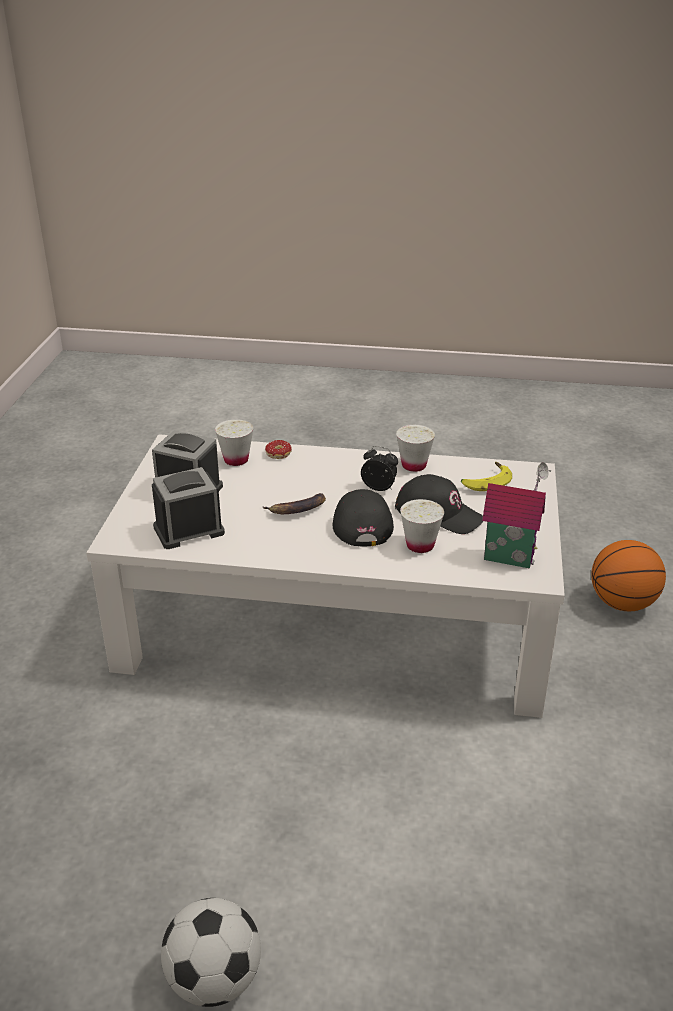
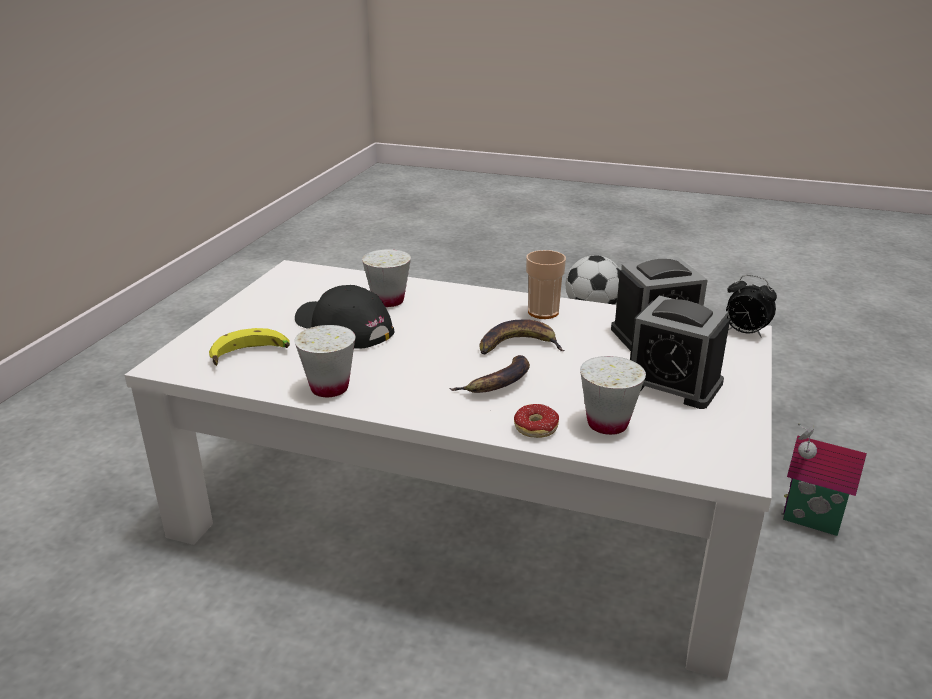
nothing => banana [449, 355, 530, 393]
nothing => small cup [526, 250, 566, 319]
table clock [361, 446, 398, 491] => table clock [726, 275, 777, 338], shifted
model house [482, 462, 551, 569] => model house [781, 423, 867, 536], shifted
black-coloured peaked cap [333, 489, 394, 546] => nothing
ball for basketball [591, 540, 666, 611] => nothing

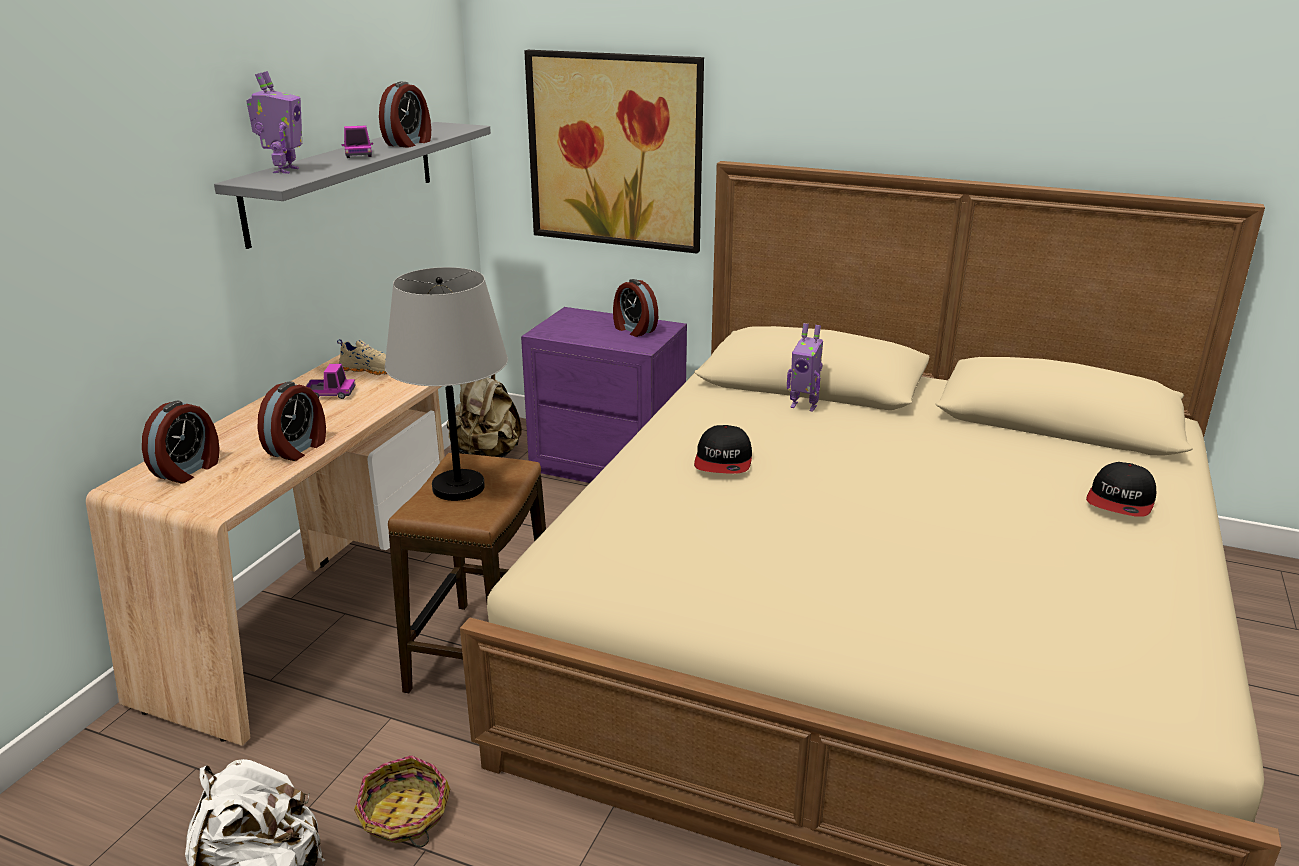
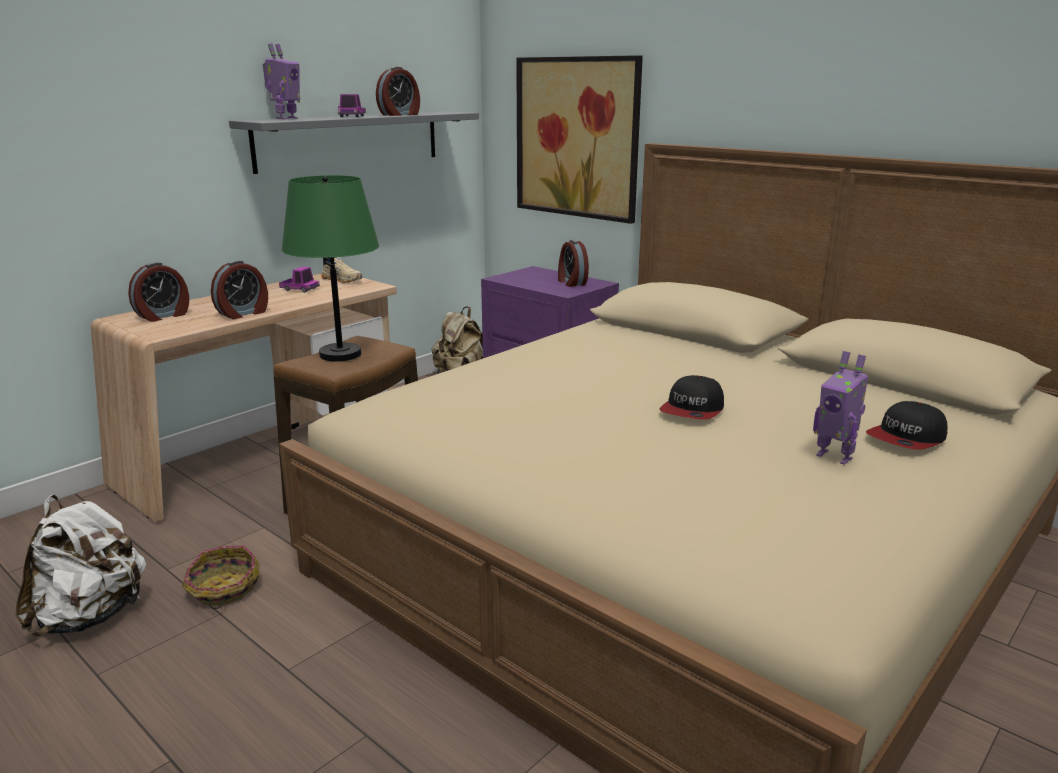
gray lamp for a table [385, 267, 508, 501] => greenish lamp for a table [282, 175, 379, 362]
peaked cap [694, 425, 752, 473] => peaked cap [659, 375, 724, 419], shifted
toy robot [787, 323, 823, 412] => toy robot [813, 351, 868, 465], shifted

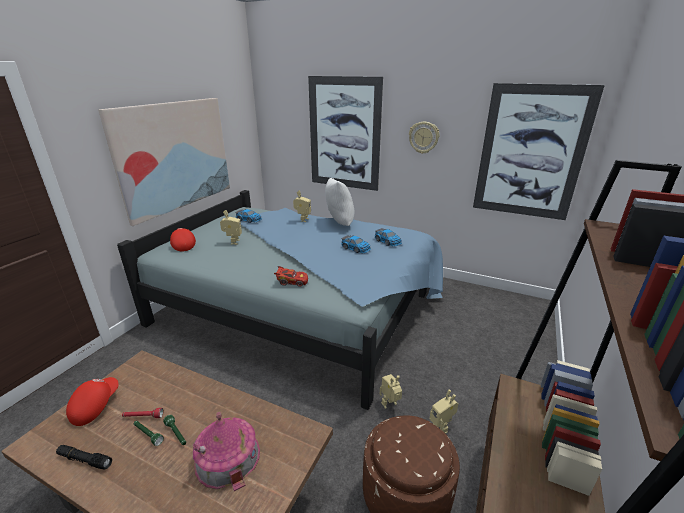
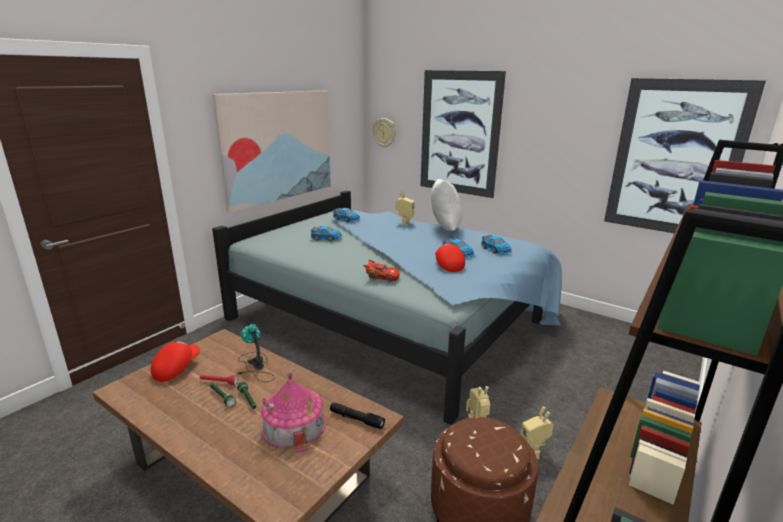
nothing => lamp for a table [238, 324, 275, 382]
toy robot [220, 210, 242, 245] => miniature car [310, 226, 342, 241]
black-coloured hand torch [56, 445, 112, 469] => black-coloured hand torch [330, 402, 385, 429], shifted
clock on the wall [409, 122, 439, 154] => clock on the wall [373, 118, 396, 148], shifted
reddish peaked cap [170, 228, 196, 252] => reddish peaked cap [435, 243, 465, 272], shifted

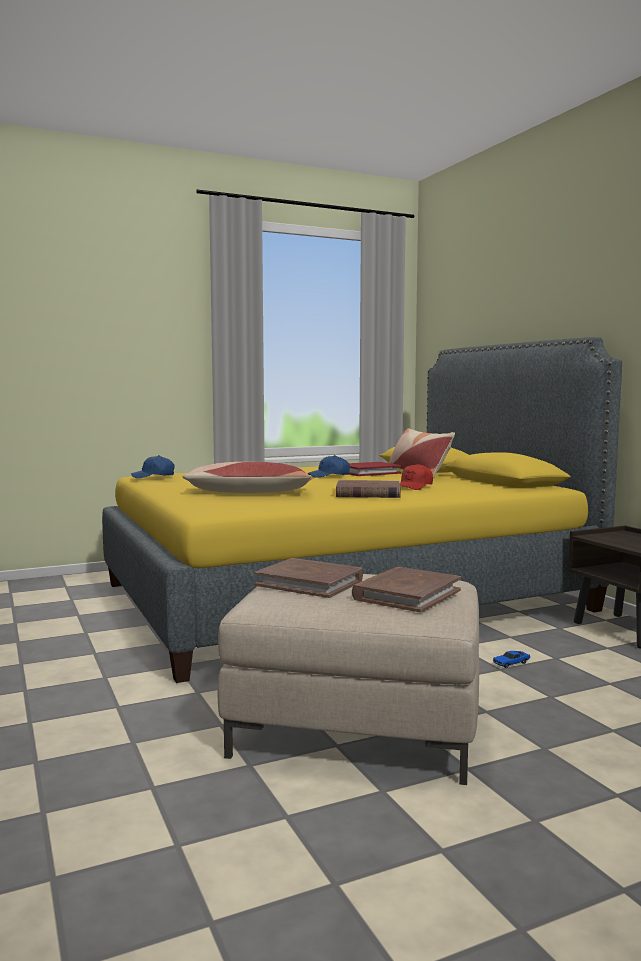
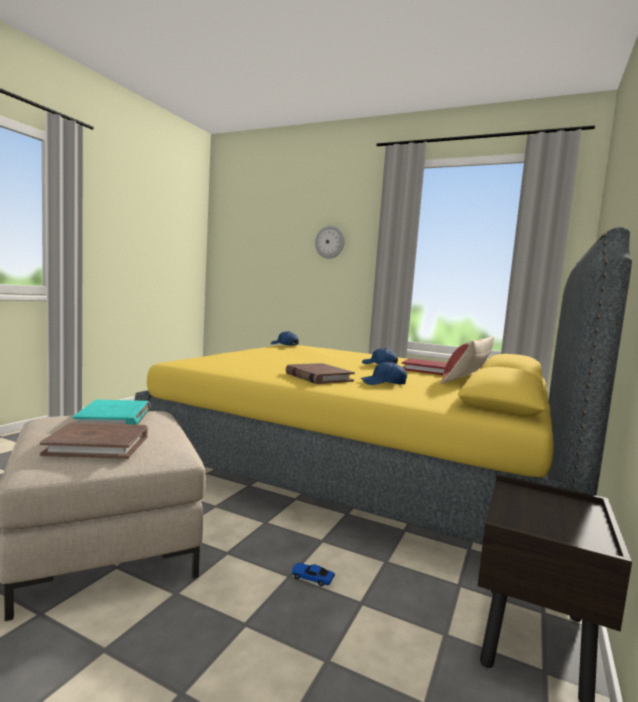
brown bound book [255, 558, 363, 598] => blue-green bound book [73, 399, 151, 425]
nothing => clock on the wall [315, 226, 345, 259]
reddish peaked cap [400, 464, 433, 490] => blue peaked cap [361, 361, 407, 385]
throw pillow [183, 462, 312, 493] => nothing

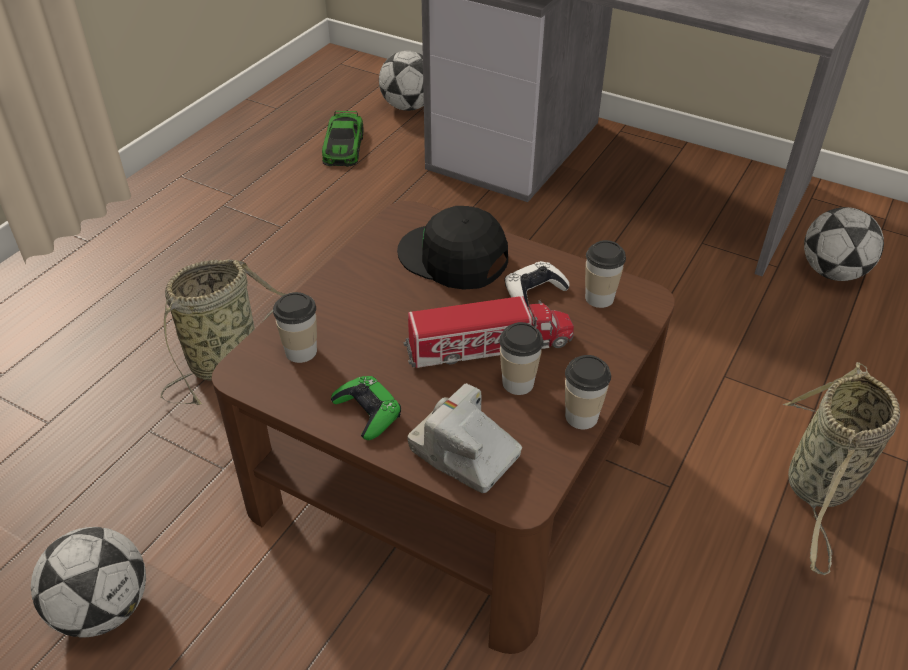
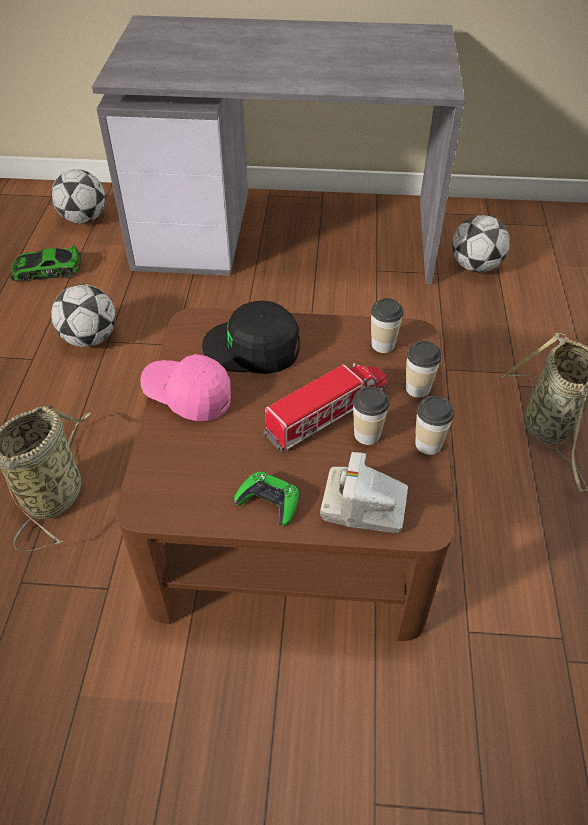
miniature car [322, 110, 364, 167] => miniature car [10, 246, 81, 282], 105 degrees clockwise
ball for football [31, 527, 146, 637] => ball for football [51, 284, 116, 347], shifted
nothing => pink-coloured peaked cap [140, 354, 231, 421]
small cup [273, 292, 317, 363] => small cup [406, 341, 442, 398], shifted
white-coloured gamepad [504, 261, 570, 307] => nothing

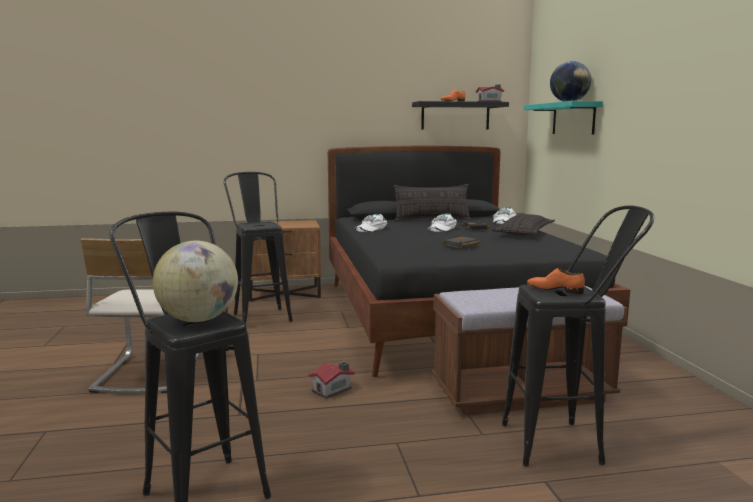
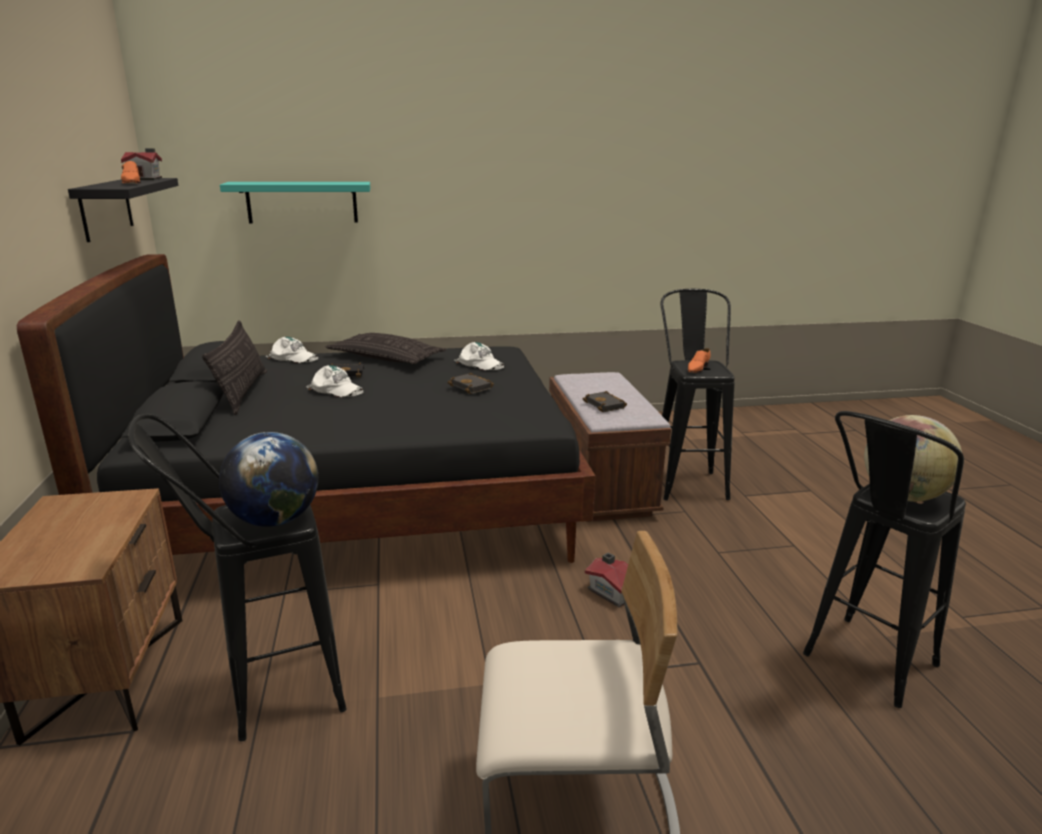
globe [550, 61, 591, 101] => globe [219, 432, 318, 527], shifted
white-coloured peaked cap [355, 214, 387, 232] => white-coloured peaked cap [454, 342, 504, 371], shifted
nothing => black-coloured bound book [583, 391, 627, 412]

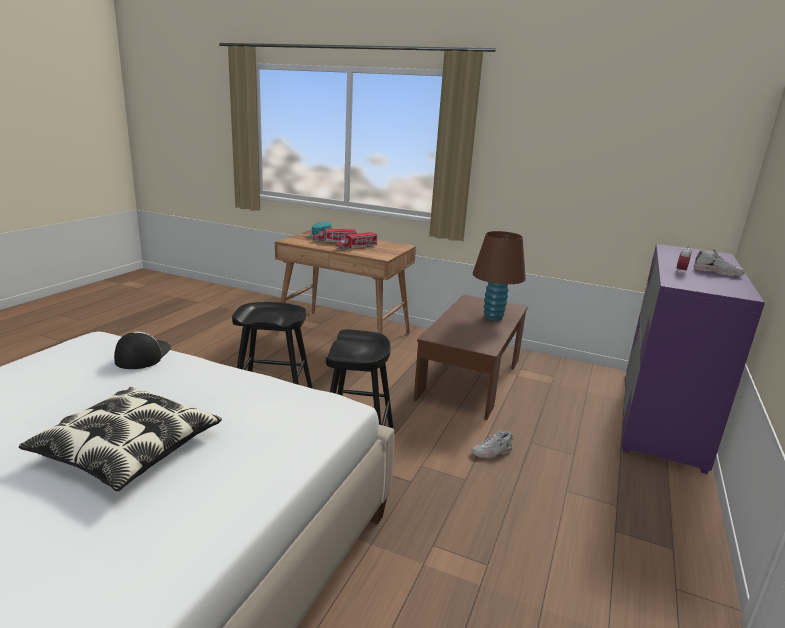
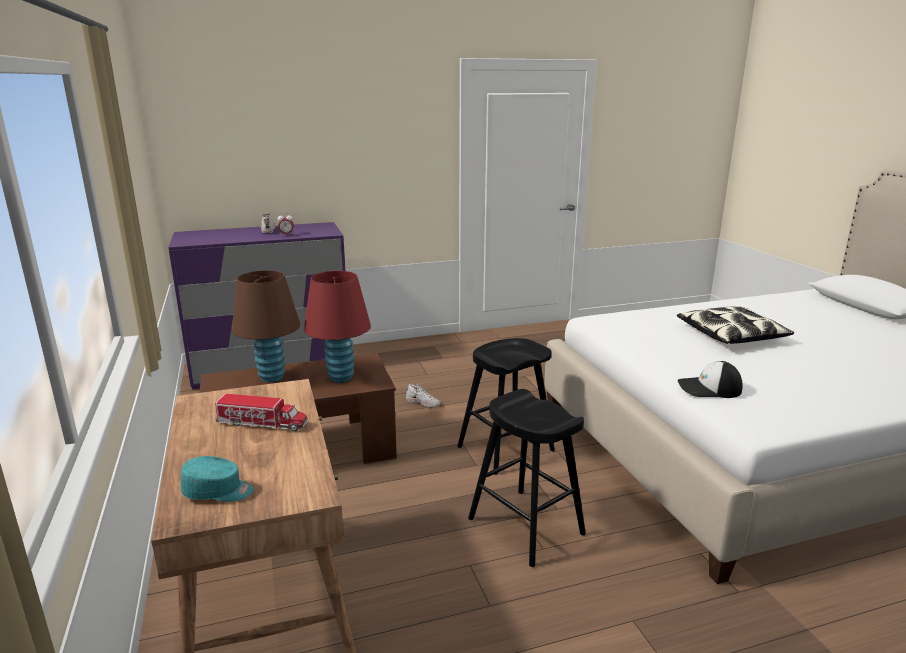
nothing => reddish lamp for a table [304, 271, 371, 383]
peaked cap [114, 332, 171, 369] => peaked cap [678, 361, 743, 398], 45 degrees clockwise
toy lorry [313, 228, 357, 243] => nothing

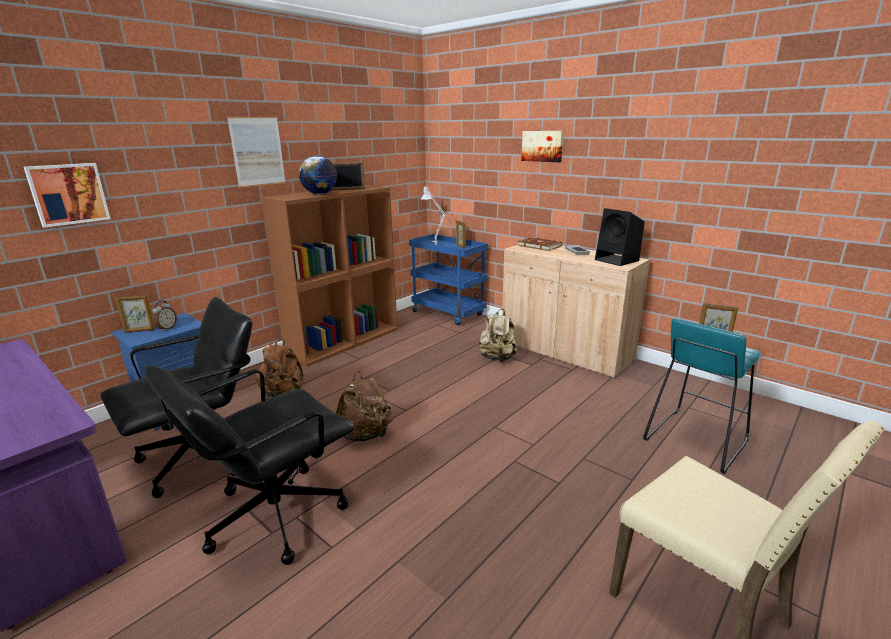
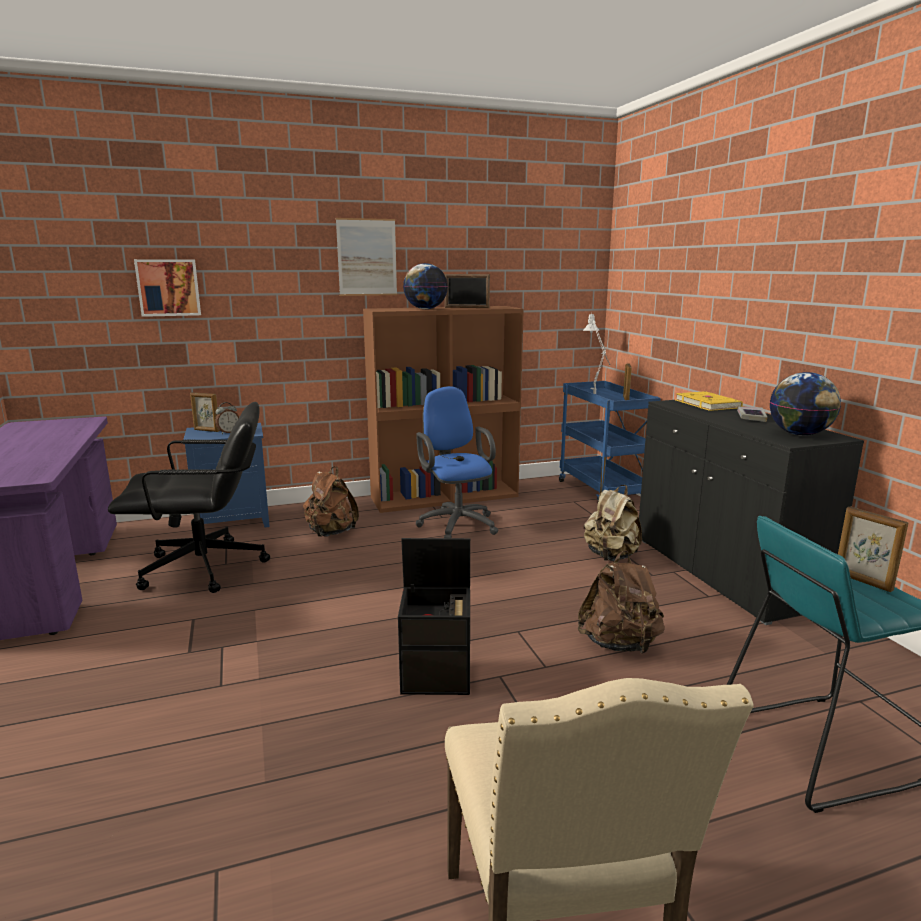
nothing => black-coloured storage bin [398, 538, 470, 695]
nothing => blue office chair [416, 386, 499, 538]
brown rucksack [336, 371, 393, 442] => brown rucksack [578, 550, 665, 654], shifted
beige storage cabinet [502, 245, 650, 379] => black-coloured storage cabinet [639, 400, 864, 625]
brown bound book [518, 237, 562, 251] => yellowish bound book [675, 391, 743, 411]
black-coloured audio speaker [595, 208, 645, 266] => globe [770, 372, 841, 436]
black-coloured office chair [145, 365, 354, 565] => nothing
wall art [521, 131, 564, 162] => nothing

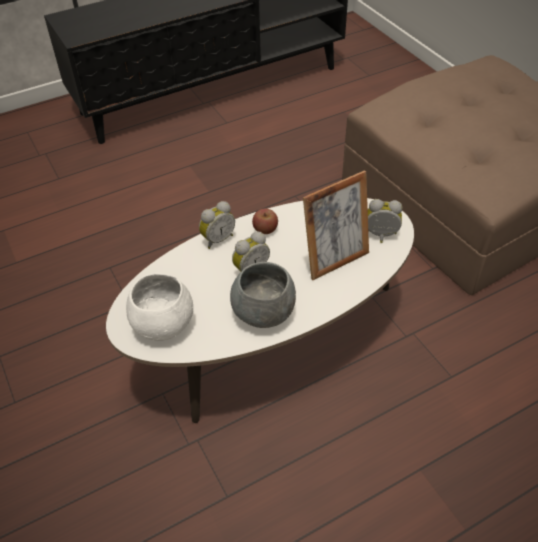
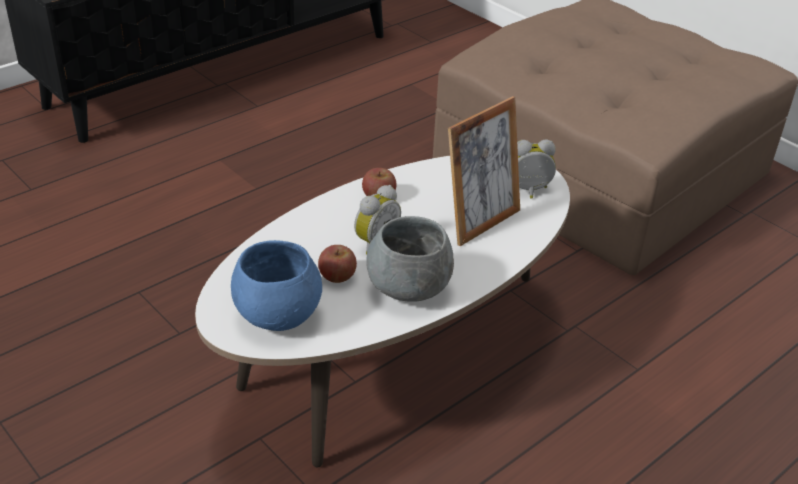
white-coloured bowl [126, 273, 193, 341] => blue bowl [231, 240, 322, 331]
nothing => apple [318, 245, 357, 283]
table clock [199, 201, 235, 249] => nothing

